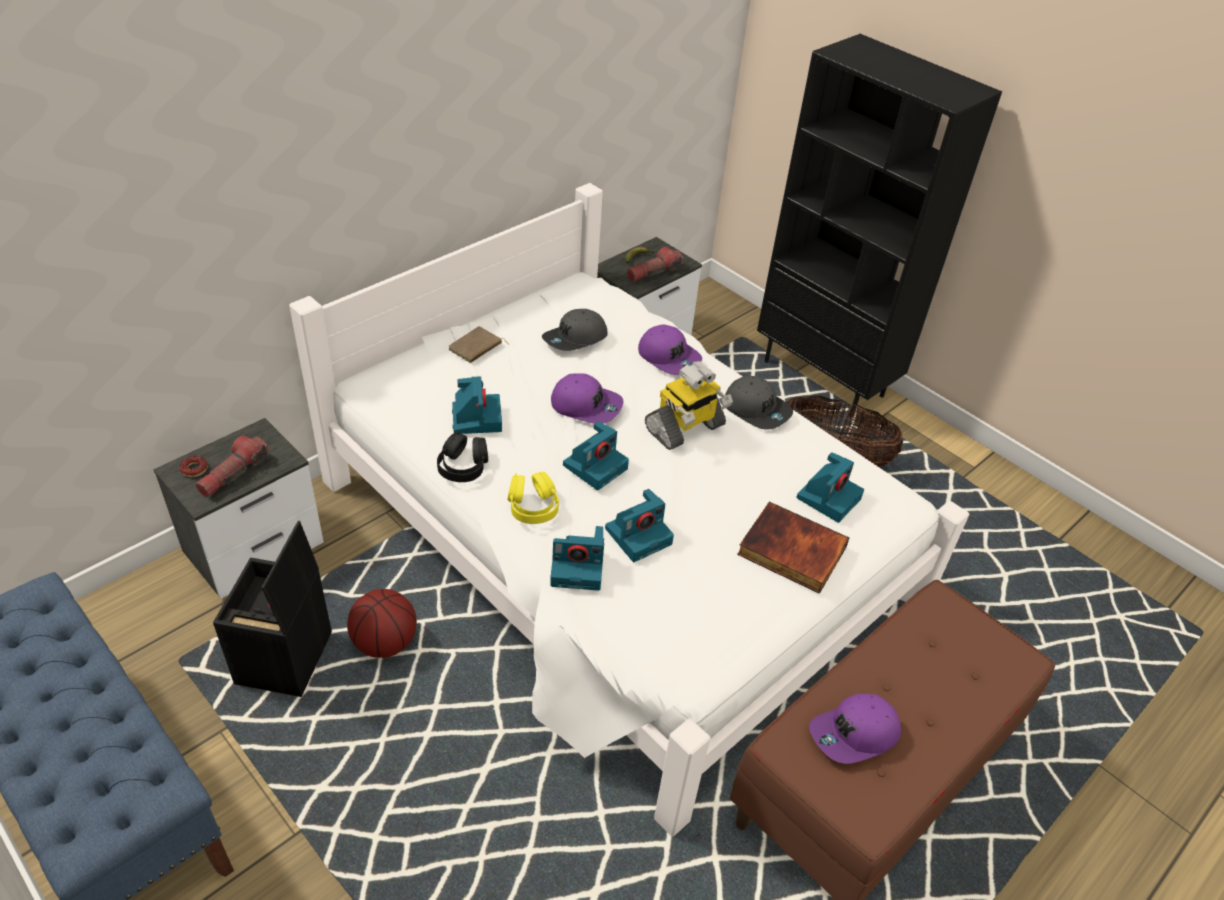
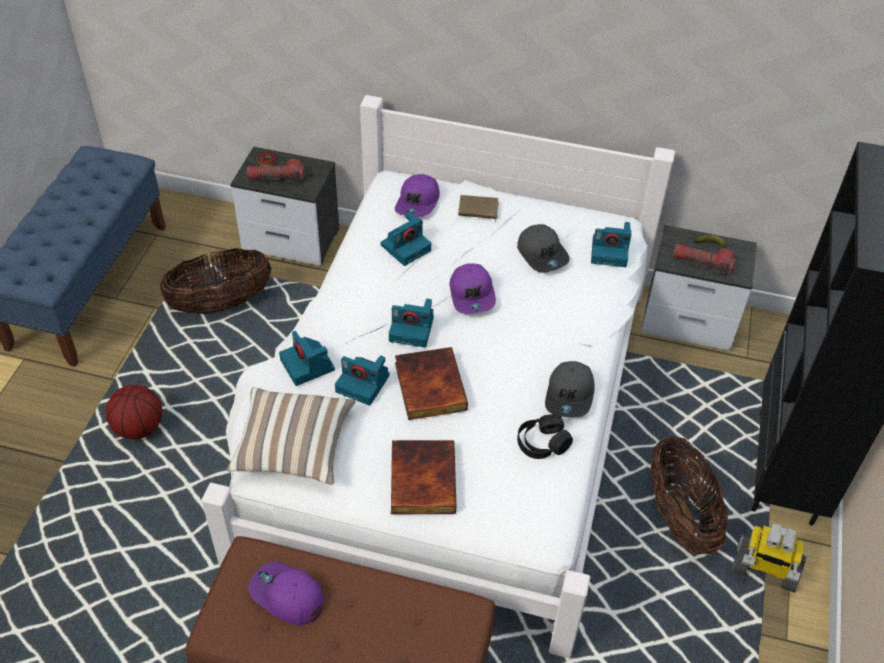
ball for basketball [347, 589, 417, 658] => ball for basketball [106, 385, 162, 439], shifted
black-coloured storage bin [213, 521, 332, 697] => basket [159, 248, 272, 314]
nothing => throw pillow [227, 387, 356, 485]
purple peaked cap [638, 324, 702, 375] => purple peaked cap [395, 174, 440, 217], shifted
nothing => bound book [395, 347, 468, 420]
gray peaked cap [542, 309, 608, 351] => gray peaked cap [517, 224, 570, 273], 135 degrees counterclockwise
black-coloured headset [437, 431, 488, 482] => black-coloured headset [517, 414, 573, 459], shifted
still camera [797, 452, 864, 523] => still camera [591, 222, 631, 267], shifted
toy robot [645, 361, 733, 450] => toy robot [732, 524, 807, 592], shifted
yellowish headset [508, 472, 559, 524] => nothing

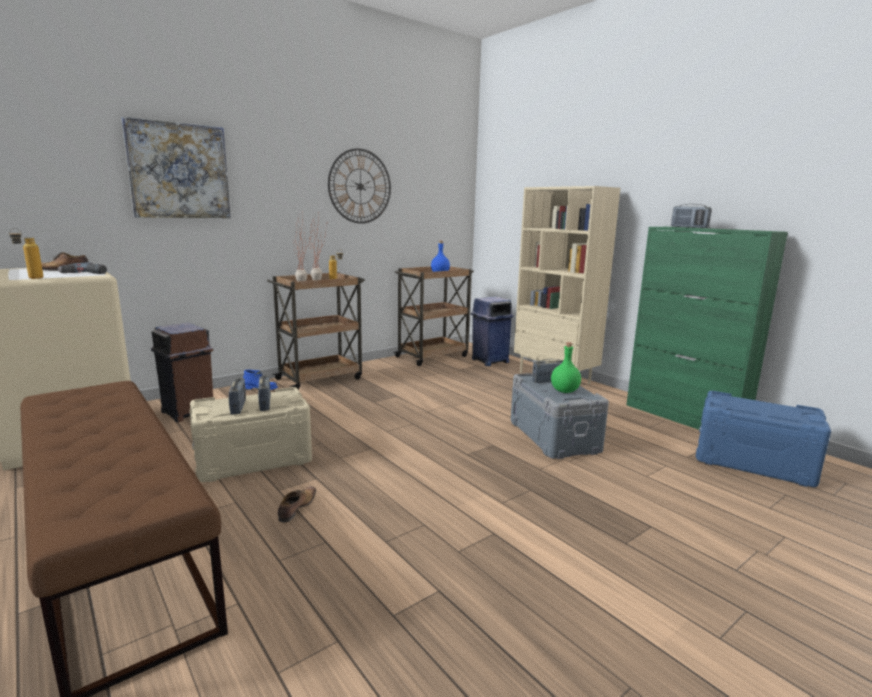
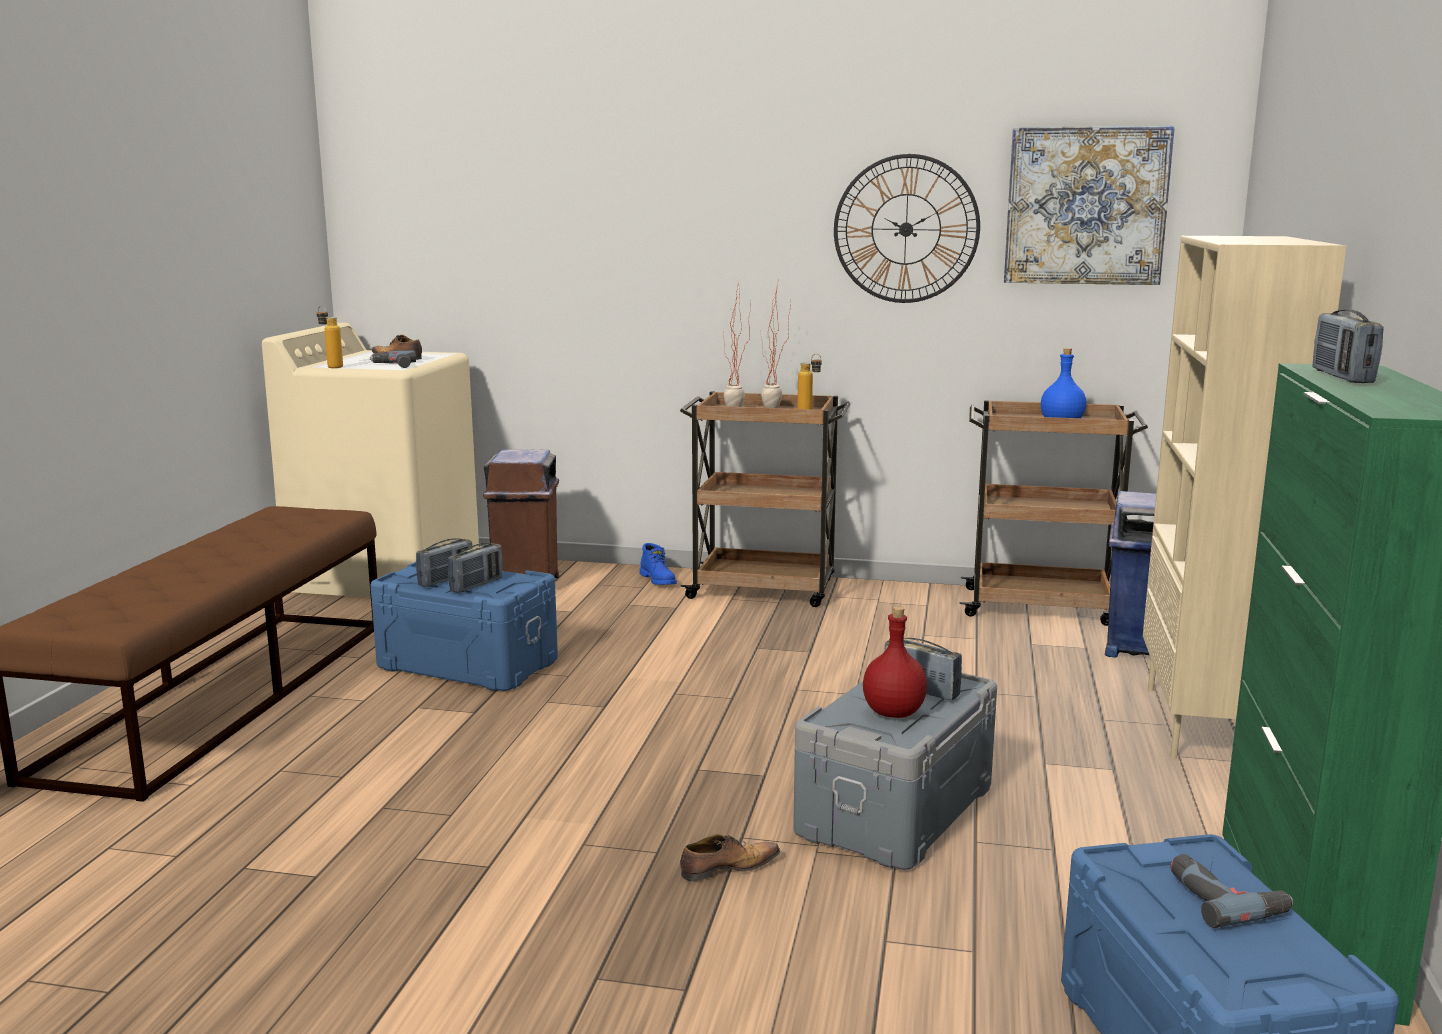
beige storage bin [189, 387, 312, 482] => blue storage bin [370, 562, 558, 691]
shoe [278, 486, 316, 523] => shoe [680, 834, 780, 881], shifted
greenish drink bottle [551, 342, 581, 393] => reddish drink bottle [863, 606, 927, 718]
wall art [121, 117, 231, 218] => wall art [1004, 126, 1175, 285], shifted
nothing => drill [1171, 854, 1293, 928]

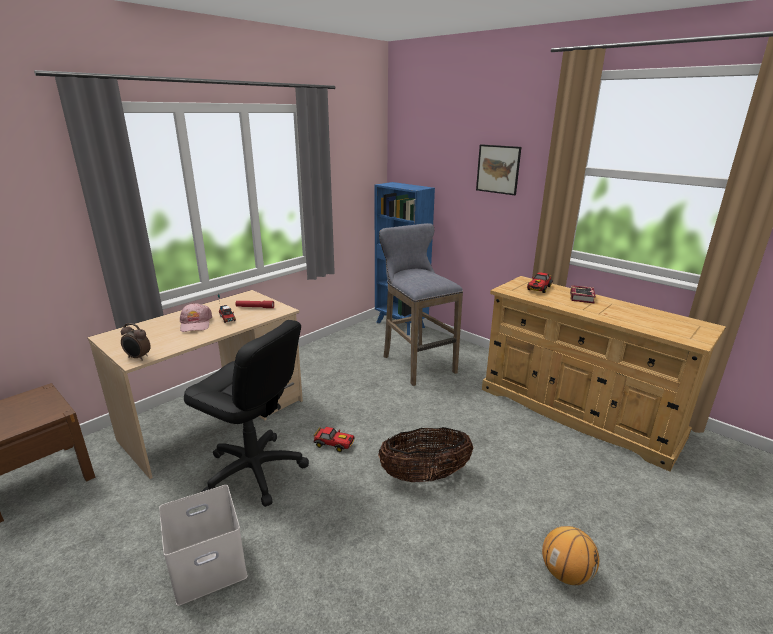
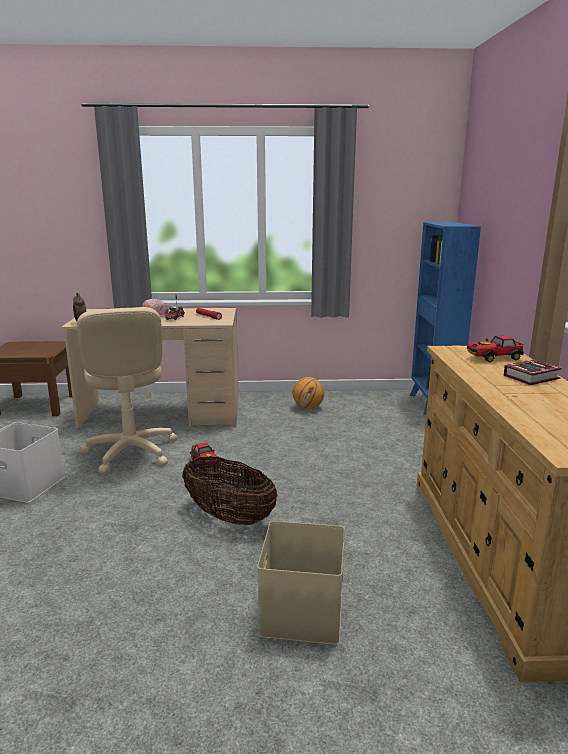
black-coloured office chair [184, 320, 309, 507] => beige office chair [77, 307, 178, 474]
nothing => beige storage bin [257, 521, 345, 645]
ball for basketball [542, 526, 599, 585] => ball for basketball [293, 377, 325, 409], shifted
gray sitting stool [379, 223, 463, 386] => nothing
wall art [476, 144, 521, 195] => nothing

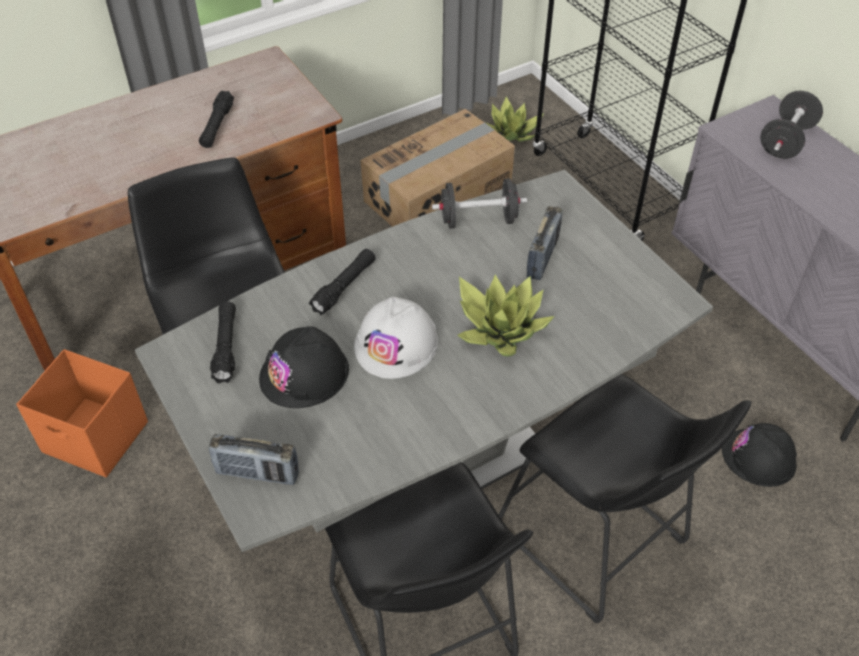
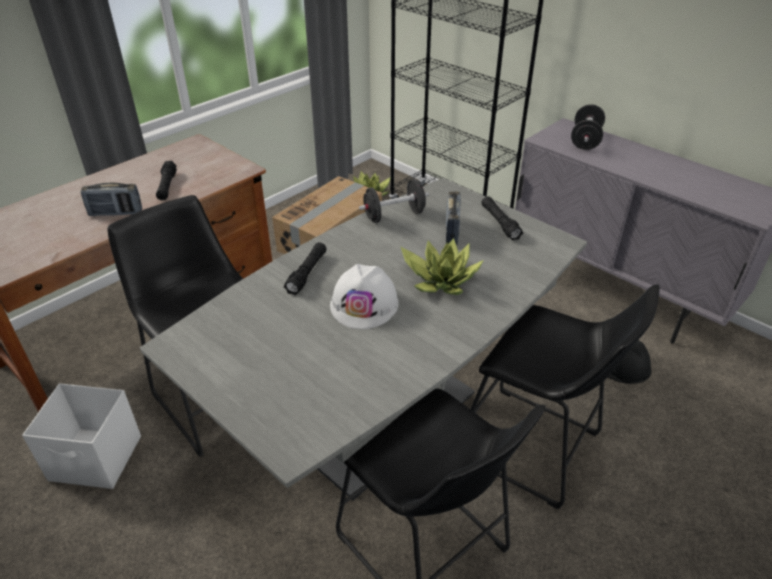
orange-coloured storage bin [16, 349, 148, 477] => white-coloured storage bin [22, 383, 141, 489]
radio [209, 434, 299, 485] => radio [81, 182, 142, 216], shifted
black-coloured hand torch [210, 301, 236, 383] => black-coloured hand torch [482, 196, 523, 240], shifted
black-coloured hard hat [259, 326, 349, 408] => nothing

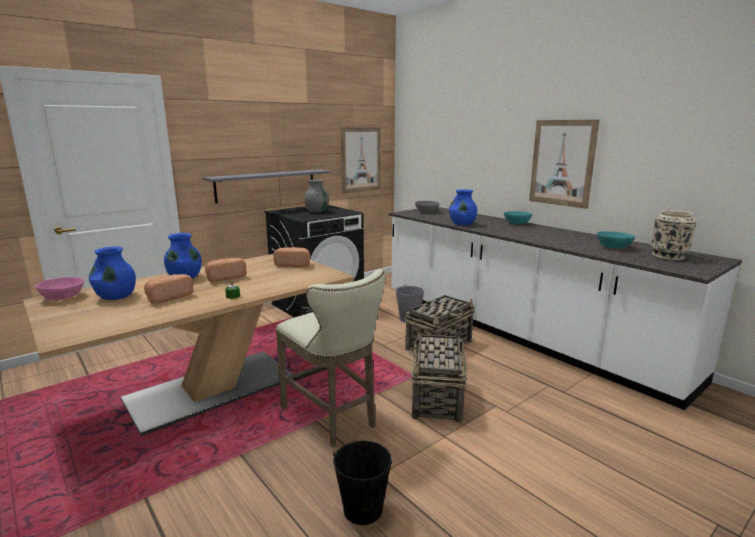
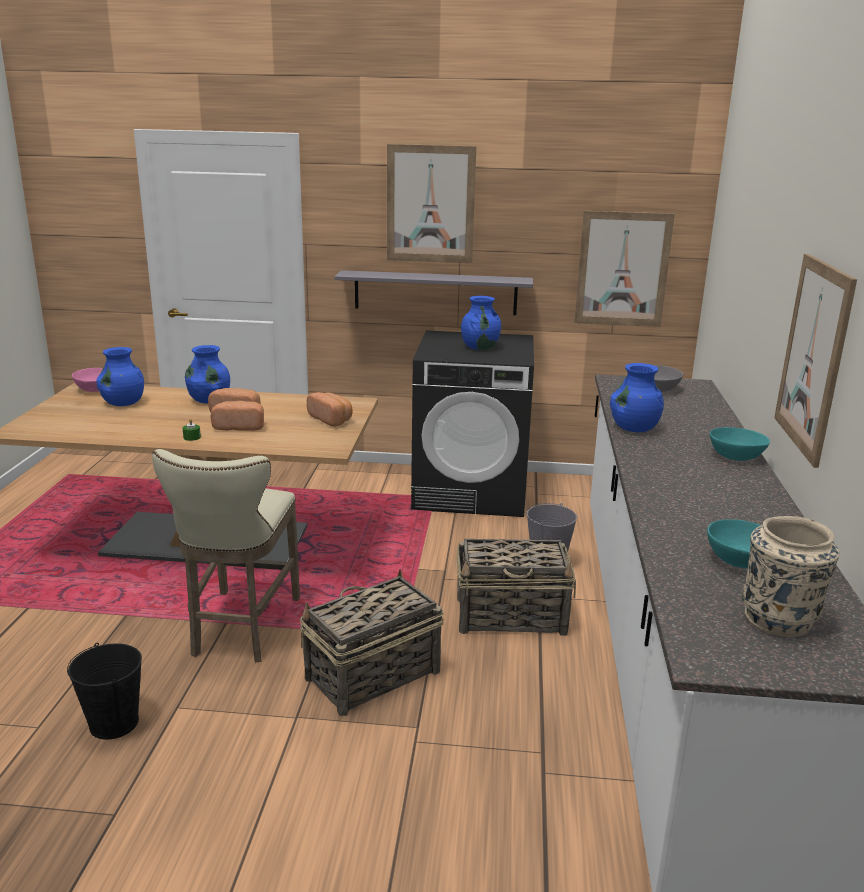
baked bread [144, 274, 194, 304] => baked bread [211, 401, 264, 431], shifted
nothing => wall art [387, 144, 476, 263]
gray vase [304, 179, 329, 213] => blue vase [461, 296, 501, 350]

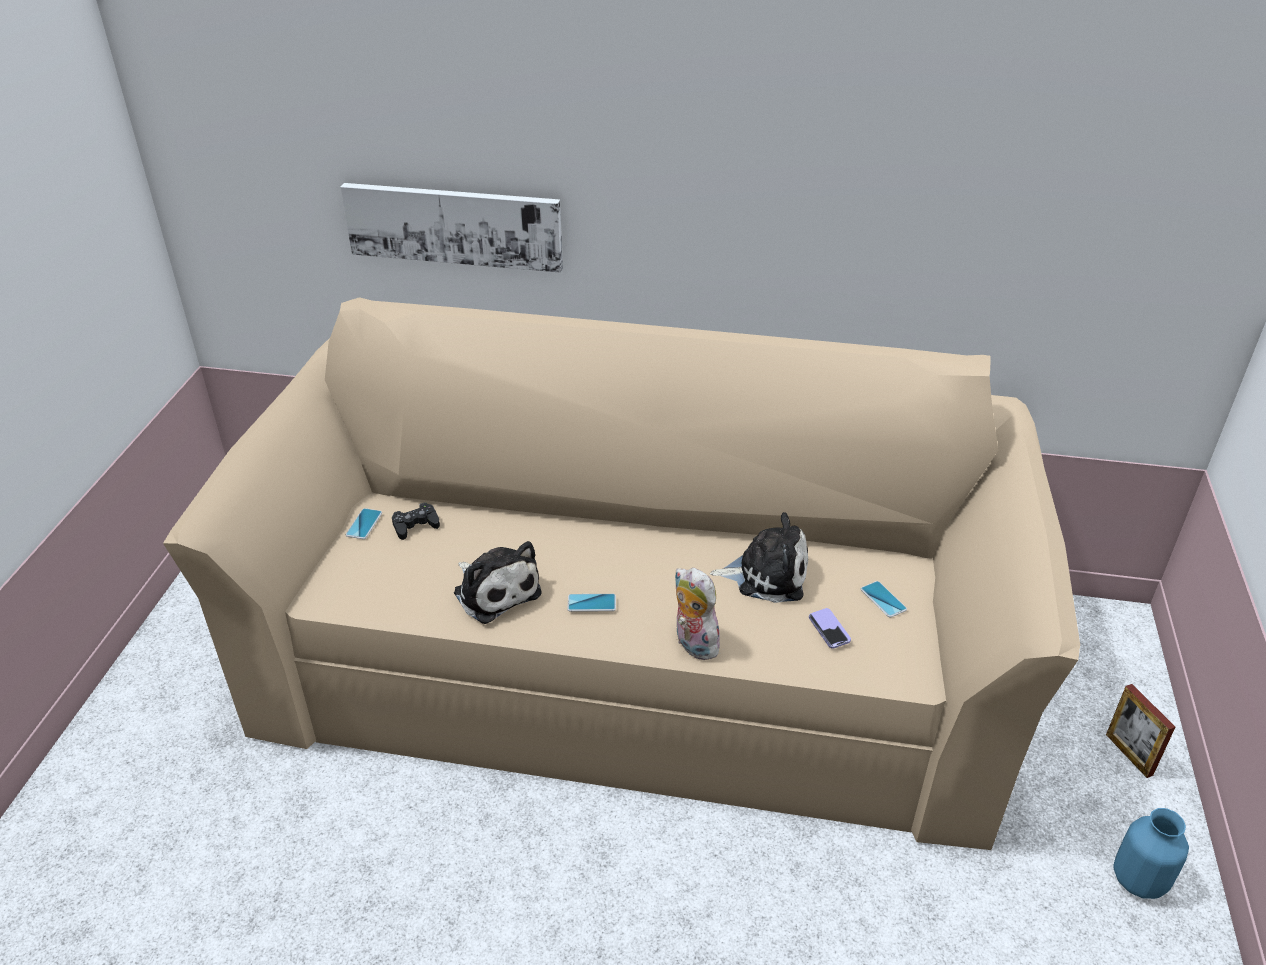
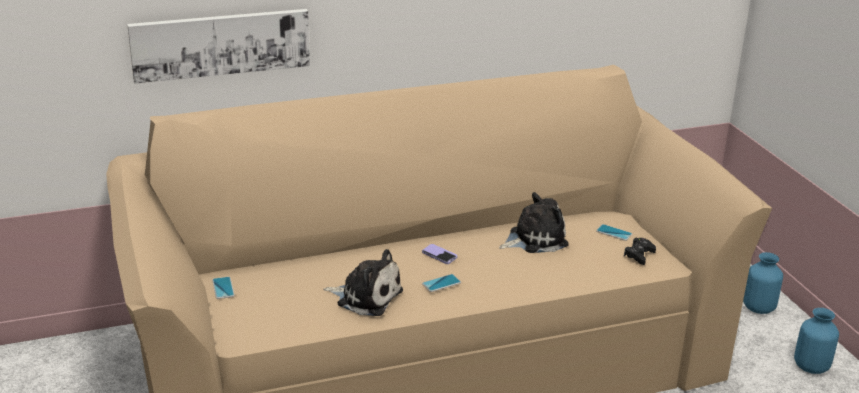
telephone [809, 608, 851, 649] => telephone [422, 244, 458, 264], shifted
black-coloured gamepad [392, 503, 440, 540] => black-coloured gamepad [624, 238, 656, 265], shifted
photo frame [1106, 684, 1175, 778] => blue vase [743, 252, 783, 314]
plush toy [674, 567, 721, 660] => nothing

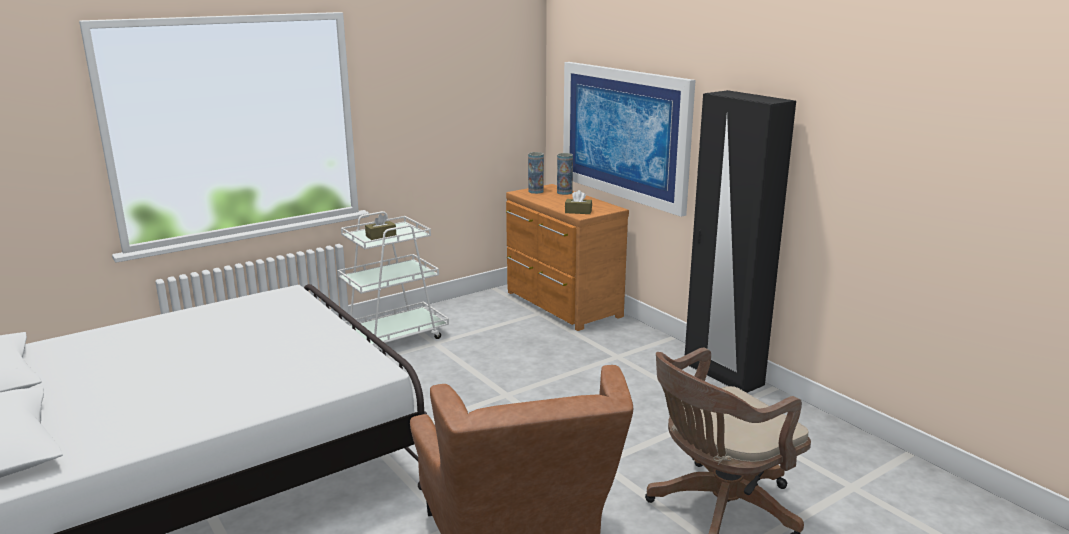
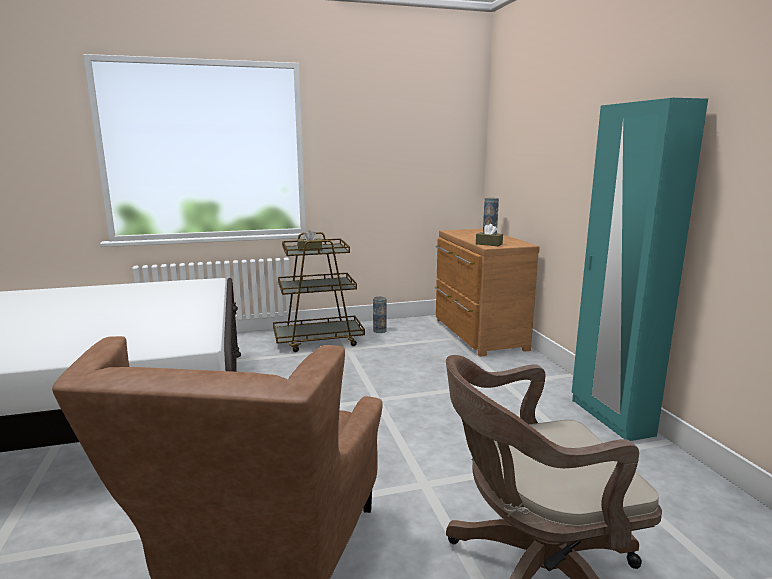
white-coloured wheeled cart [338, 211, 449, 351] => brown wheeled cart [273, 232, 365, 352]
vase [528, 152, 544, 194] => vase [373, 296, 387, 333], shifted
black-coloured armoire [685, 90, 796, 393] => blue-green armoire [572, 98, 708, 441]
wall art [563, 62, 695, 217] => nothing

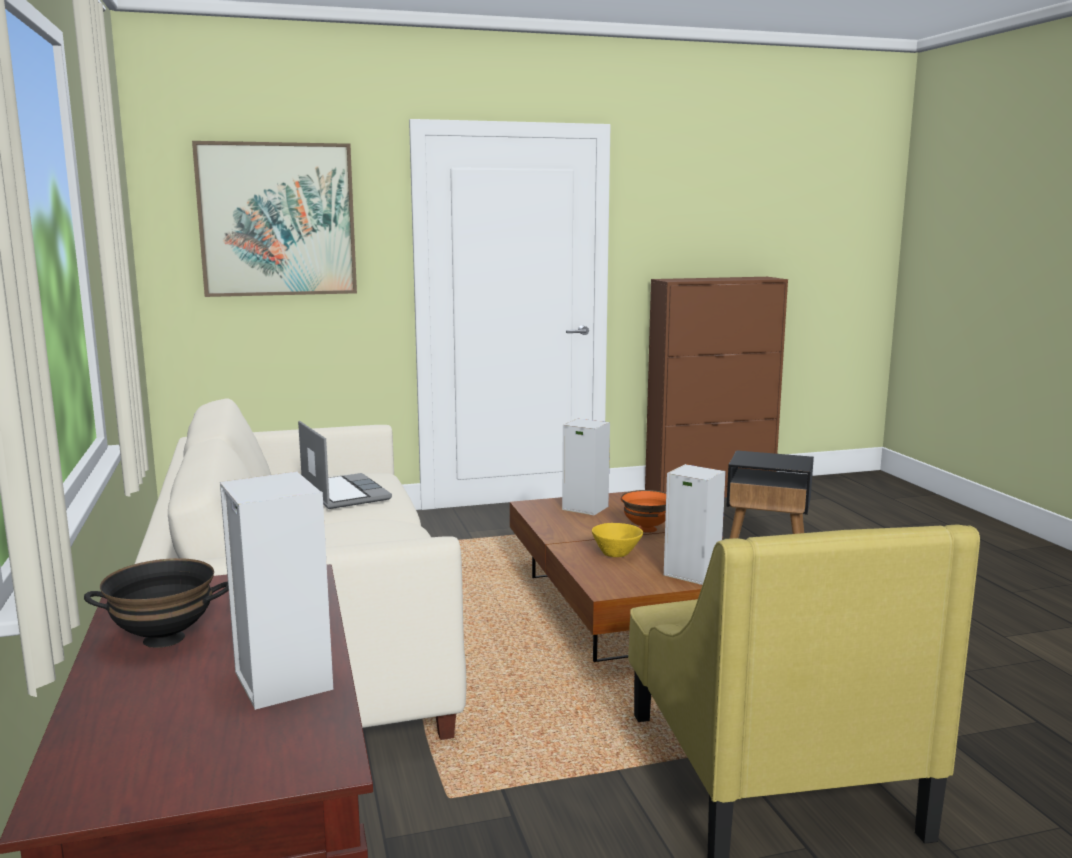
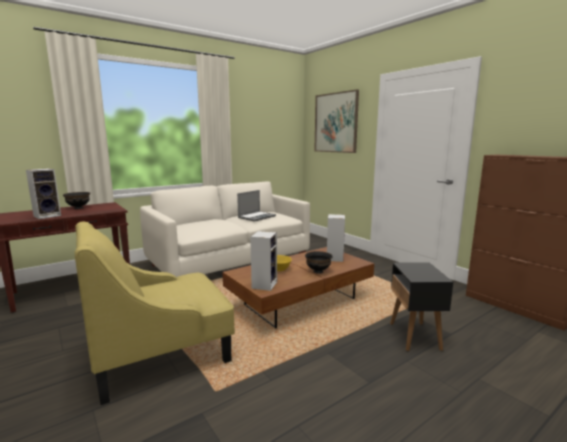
orange-coloured bowl [621, 490, 666, 533] => black-coloured bowl [305, 251, 333, 274]

